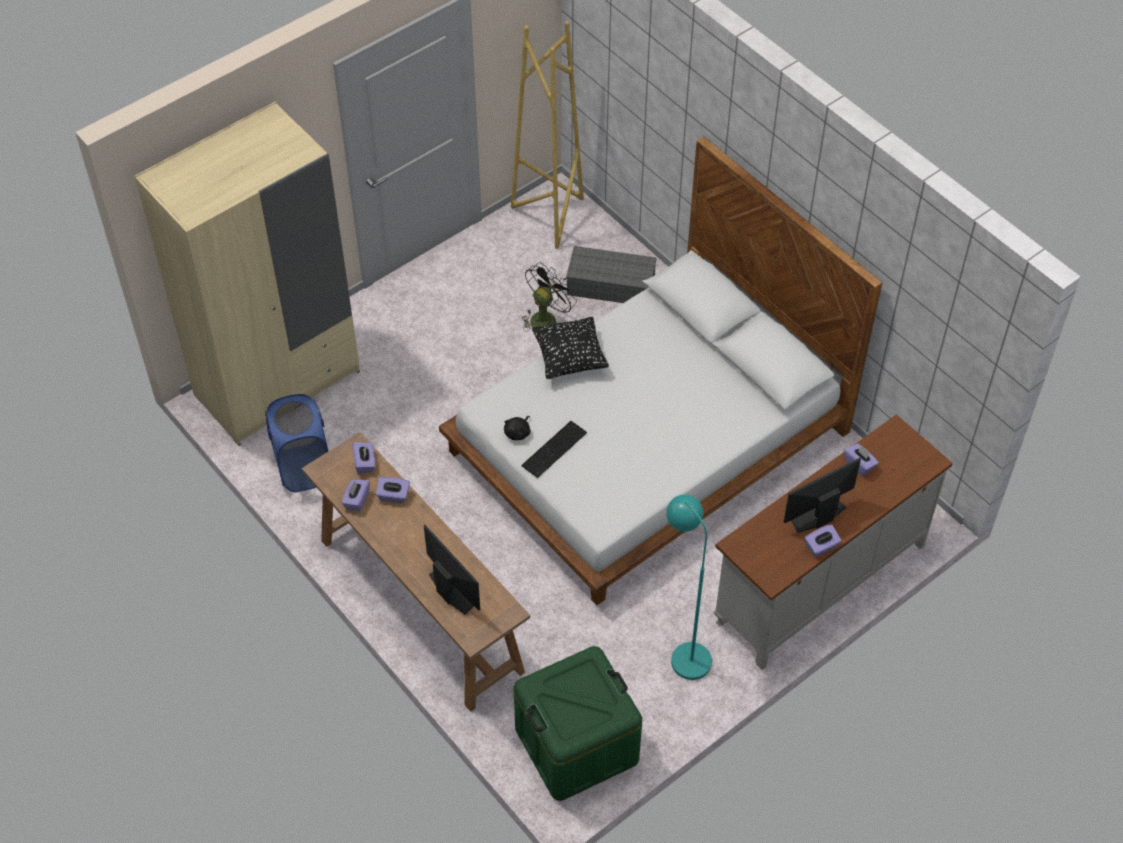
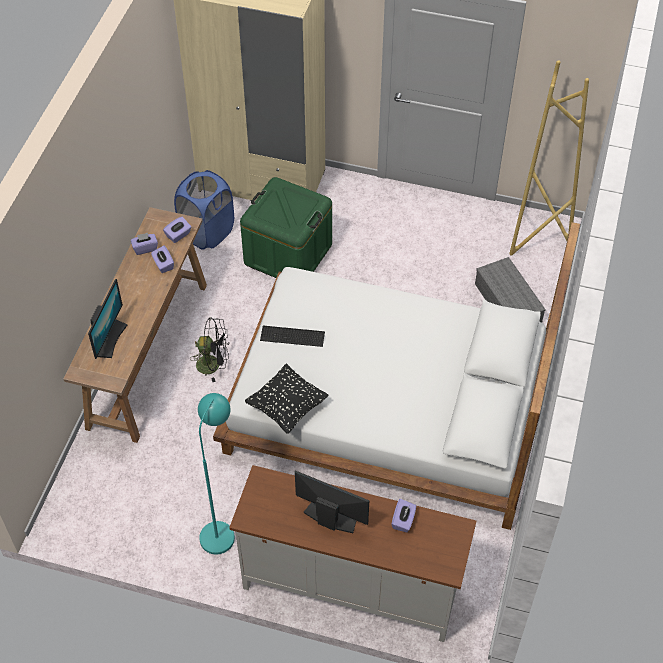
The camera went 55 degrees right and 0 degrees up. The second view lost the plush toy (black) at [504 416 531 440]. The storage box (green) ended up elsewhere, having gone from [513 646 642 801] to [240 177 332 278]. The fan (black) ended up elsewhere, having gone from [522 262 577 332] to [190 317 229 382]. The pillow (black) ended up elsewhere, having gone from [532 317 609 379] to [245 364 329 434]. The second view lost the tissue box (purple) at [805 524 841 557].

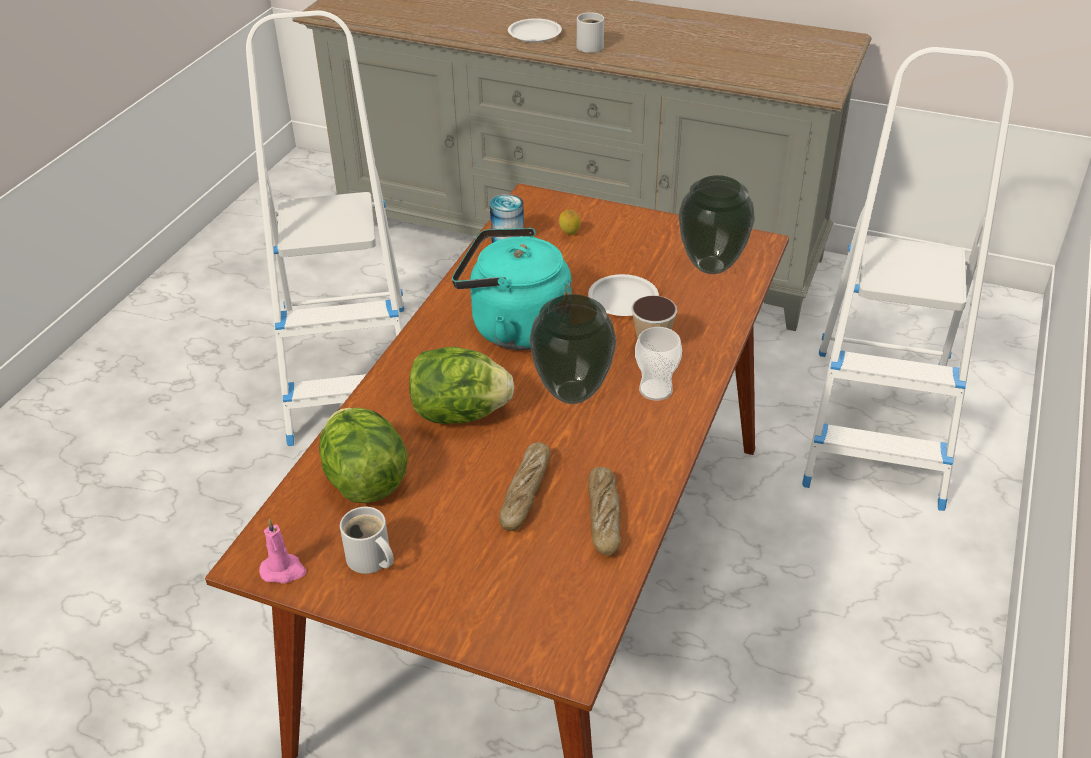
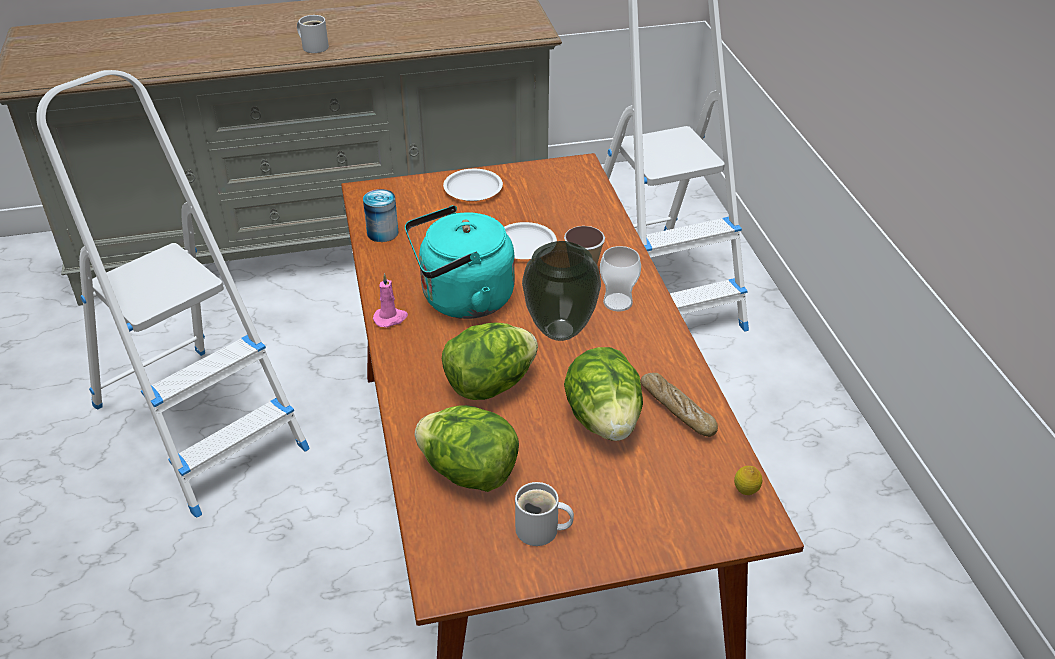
The camera went 35 degrees left and 0 degrees up. The candle (pink) ended up elsewhere, having gone from [259 519 306 584] to [373 273 408 327]. Where the bread stood at [499 442 551 531], the lettuce came to stand at [564 347 643 441]. The plate (white) ended up elsewhere, having gone from [508 18 562 42] to [443 169 503 201]. The lemon ended up elsewhere, having gone from [559 210 580 235] to [734 466 762 495]. The second view lost the vase at [678 175 755 274].

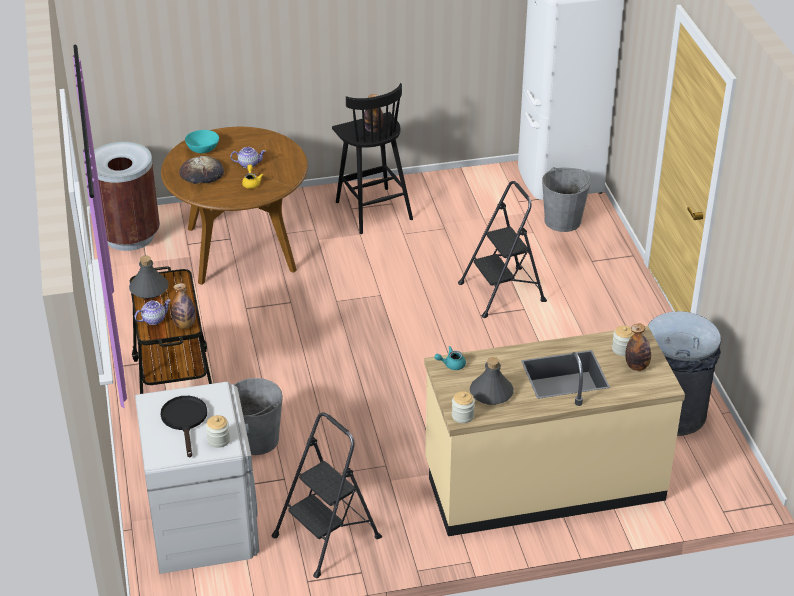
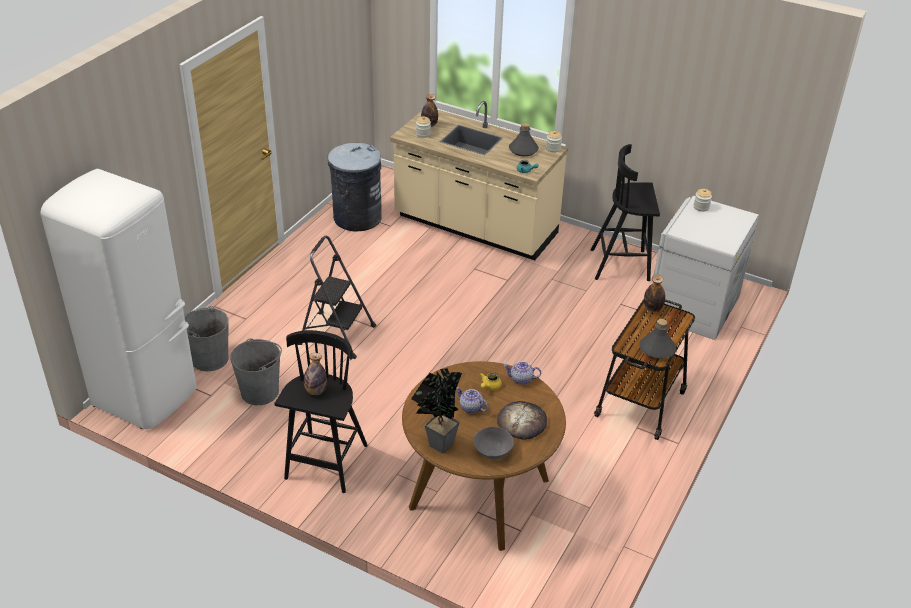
The camera went 140 degrees left and 0 degrees up. The second view lost the trash can (brown) at [94 142 160 251]. The teapot ended up elsewhere, having gone from [135 299 171 325] to [503 361 541 385]. The second view lost the frying pan (black) at [161 396 207 457]. What was the bowl (turquoise) at [185 130 219 153] turned into the bowl (grey) at [473 427 514 460]. The bucket (grey) ended up elsewhere, having gone from [234 378 283 455] to [230 339 282 405]. Where the step ladder (black) stood at [272 413 382 578], the stool (black) came to stand at [591 144 660 281]. The second view gained the potted plant at [411 368 462 453].

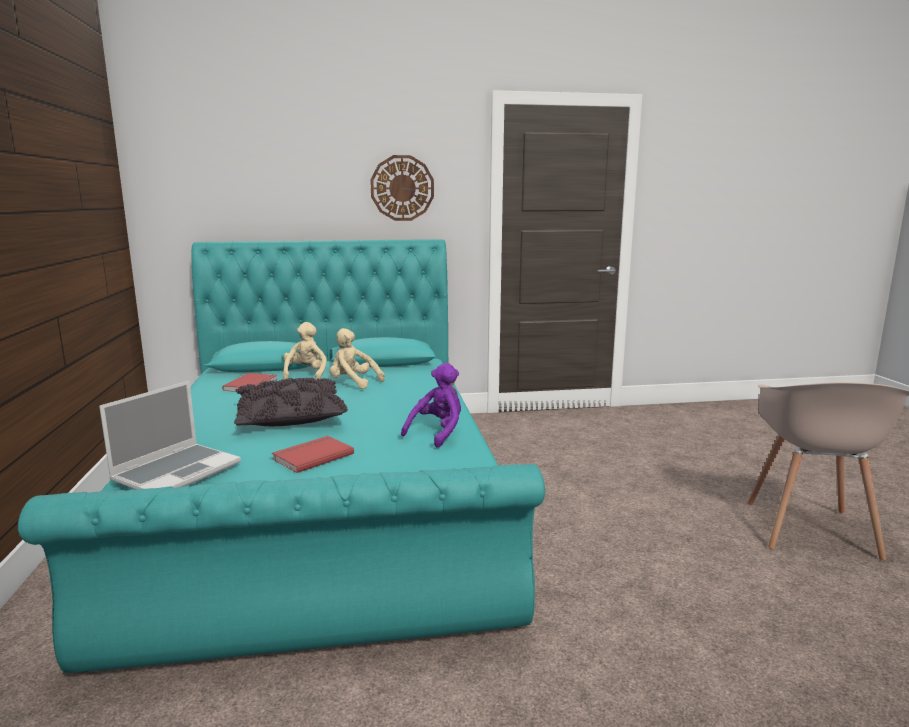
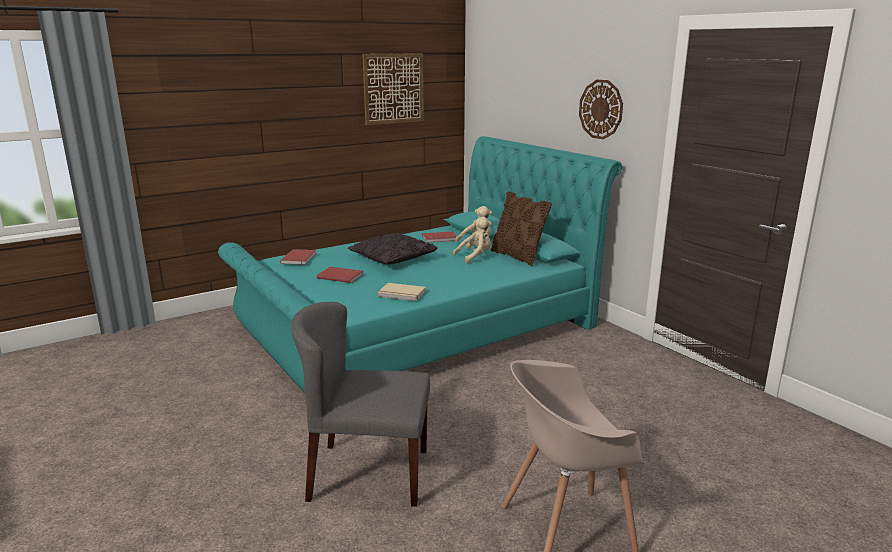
The camera went 65 degrees right and 5 degrees up. Where the laptop stood at [99 381 241 489], the book (red) came to stand at [280 249 316 265]. The plush toy (beige) at [329 328 385 389] ended up facing another way, 60 degrees clockwise from before. Where the plush toy (purple) stood at [401 363 461 448], the book (beige) came to stand at [377 283 426 301]. The second view gained the chair (grey) at [291 302 430 507]. The second view gained the picture at [362 51 424 125]. The second view gained the pillow (brown) at [491 191 552 266].

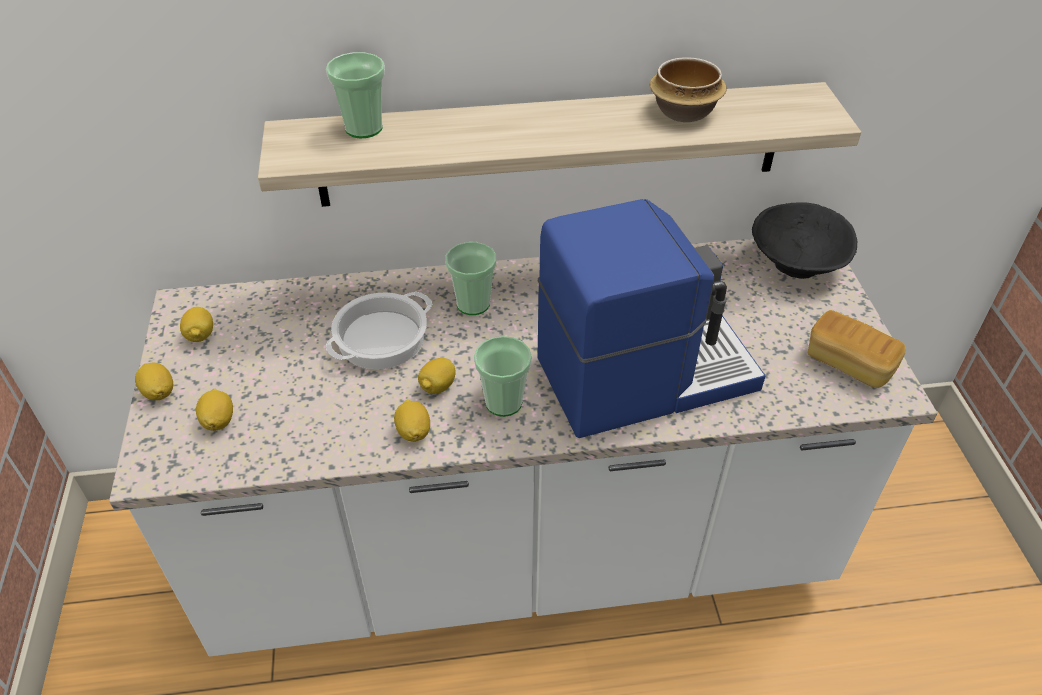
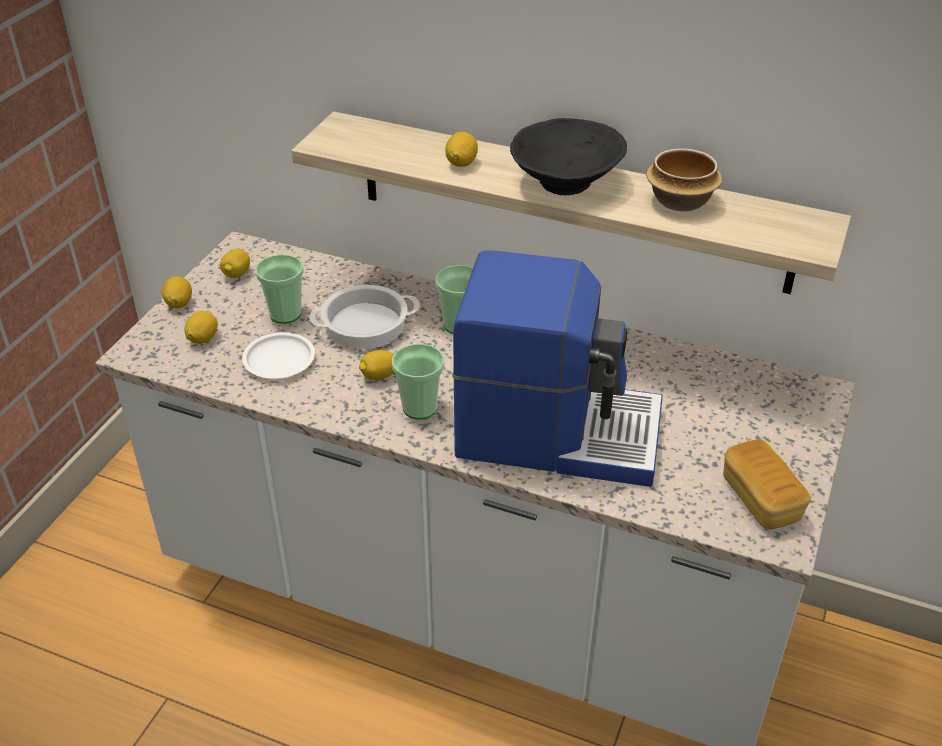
The camera went 30 degrees right and 5 degrees down. The cup ended up elsewhere, having gone from [326 52 385 138] to [255 254 304 324]. The lemon ended up elsewhere, having gone from [394 400 430 442] to [445 132 478 167]. The bowl (black) ended up elsewhere, having gone from [752 202 857 279] to [510 118 627 195]. The second view gained the plate (white) at [242 333 315 379].

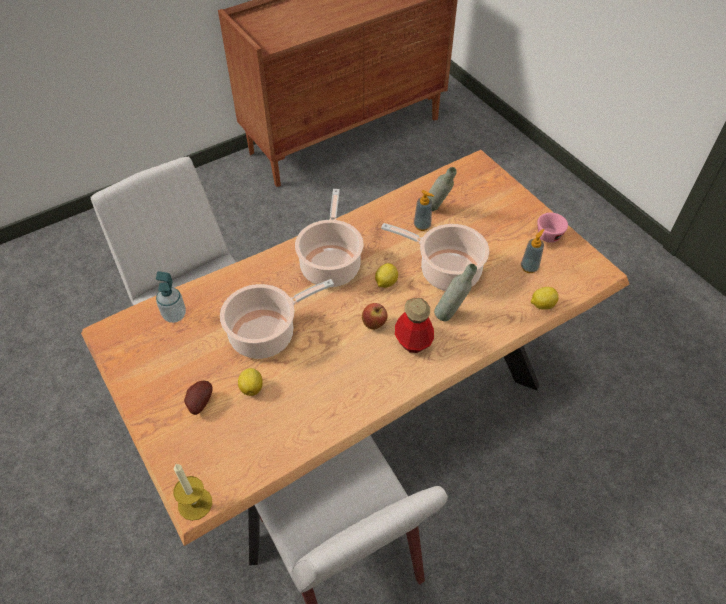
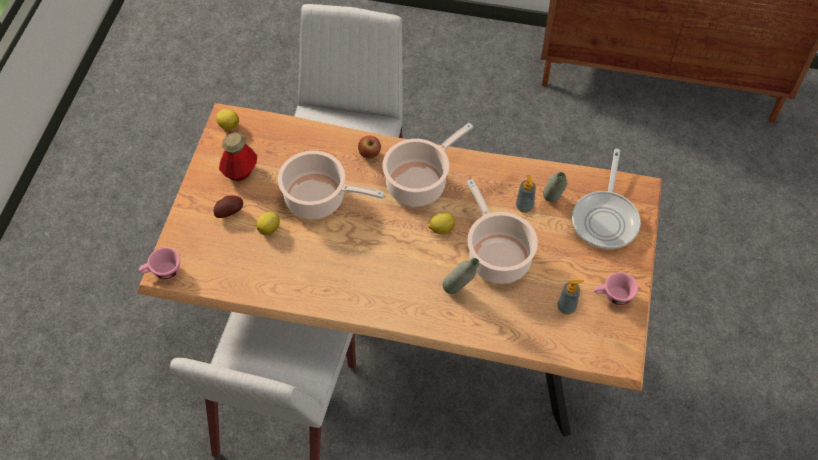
The camera went 45 degrees right and 5 degrees up. The second view lost the soap dispenser at [156 271 186 323]. Where the candle stood at [174 464 212 521], the cup (pink) came to stand at [139 247 180 280]. The apple ended up elsewhere, having gone from [362 303 388 330] to [358 136 381 158]. The bottle ended up elsewhere, having gone from [395 298 434 353] to [219 132 257 181]. The lemon ended up elsewhere, having gone from [531 287 559 310] to [216 109 239 130]. The second view gained the frying pan at [572 149 641 249].

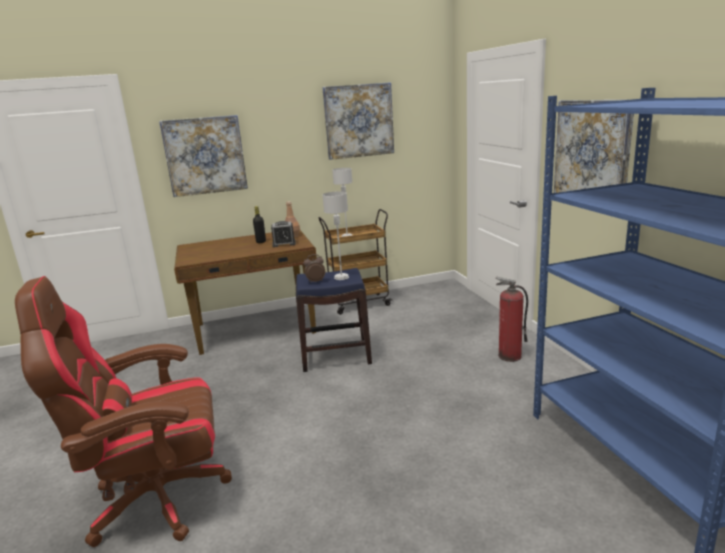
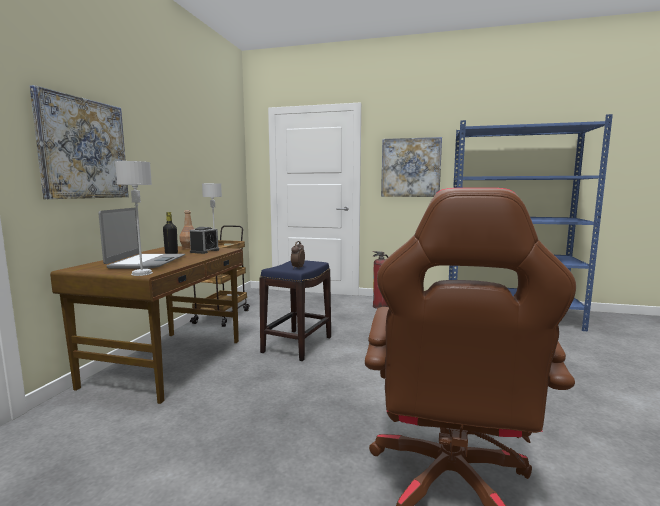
The camera went 60 degrees left and 10 degrees down. The second view lost the picture at [322 82 394 160]. The table lamp (grey) ended up elsewhere, having gone from [322 191 349 280] to [115 161 153 276]. The second view gained the laptop at [98 207 185 269].

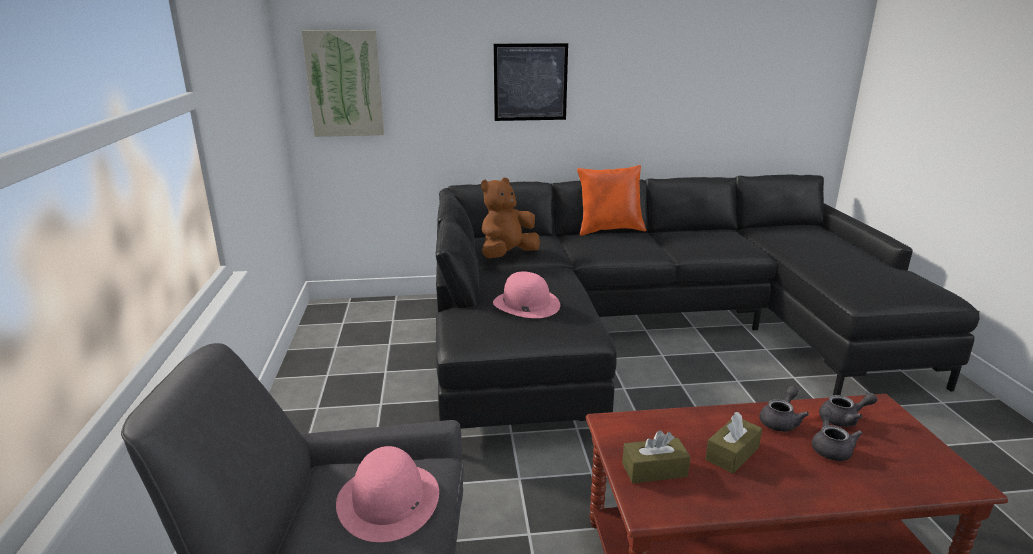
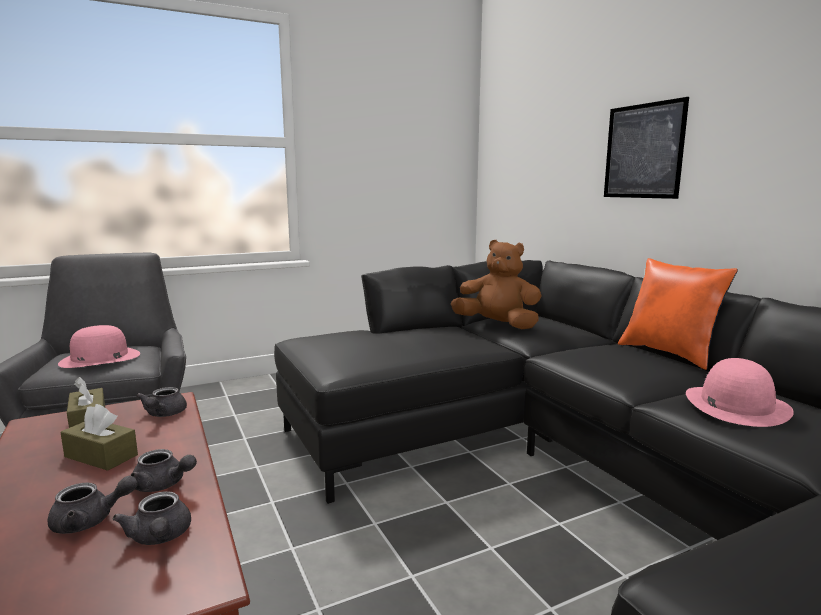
The camera went 70 degrees right and 10 degrees down. The second view lost the picture at [302 30 384 137]. The hat (pink) ended up elsewhere, having gone from [493 272 560 318] to [686 358 794 427]. The second view gained the teapot (grey) at [136 387 187 417].

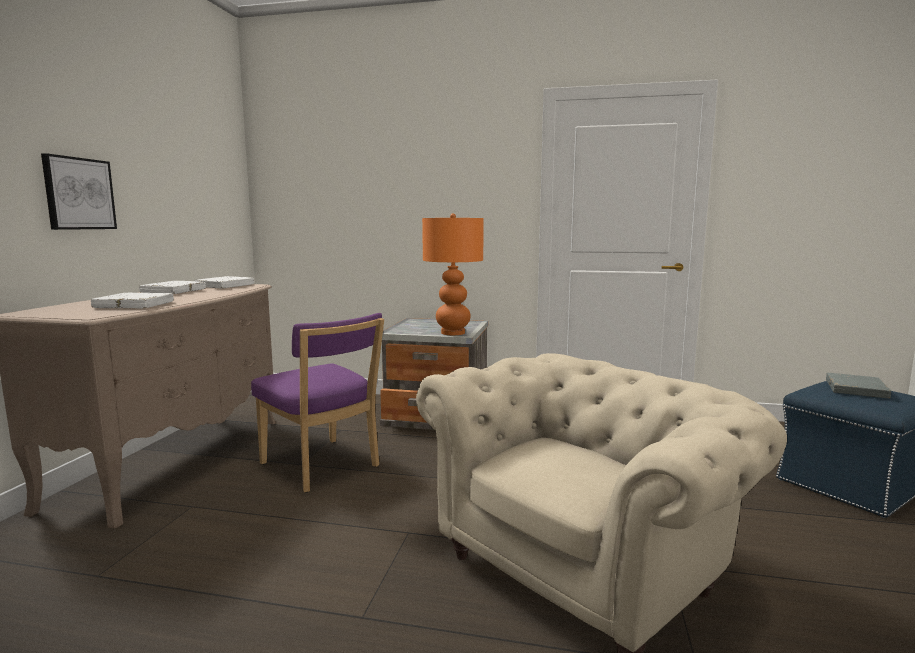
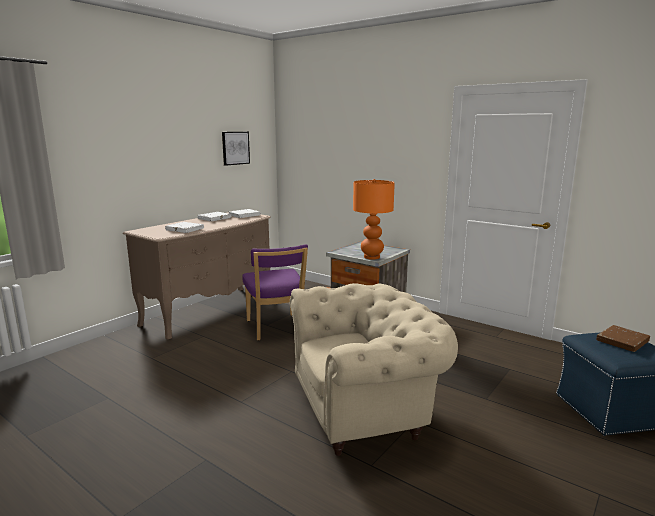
The camera went 25 degrees right and 5 degrees up. The picture ended up elsewhere, having gone from [41 153 117 230] to [222 132 250 166]. What was the book (grey) at [826 373 891 398] turned into the book (brown) at [596 325 650 352].

